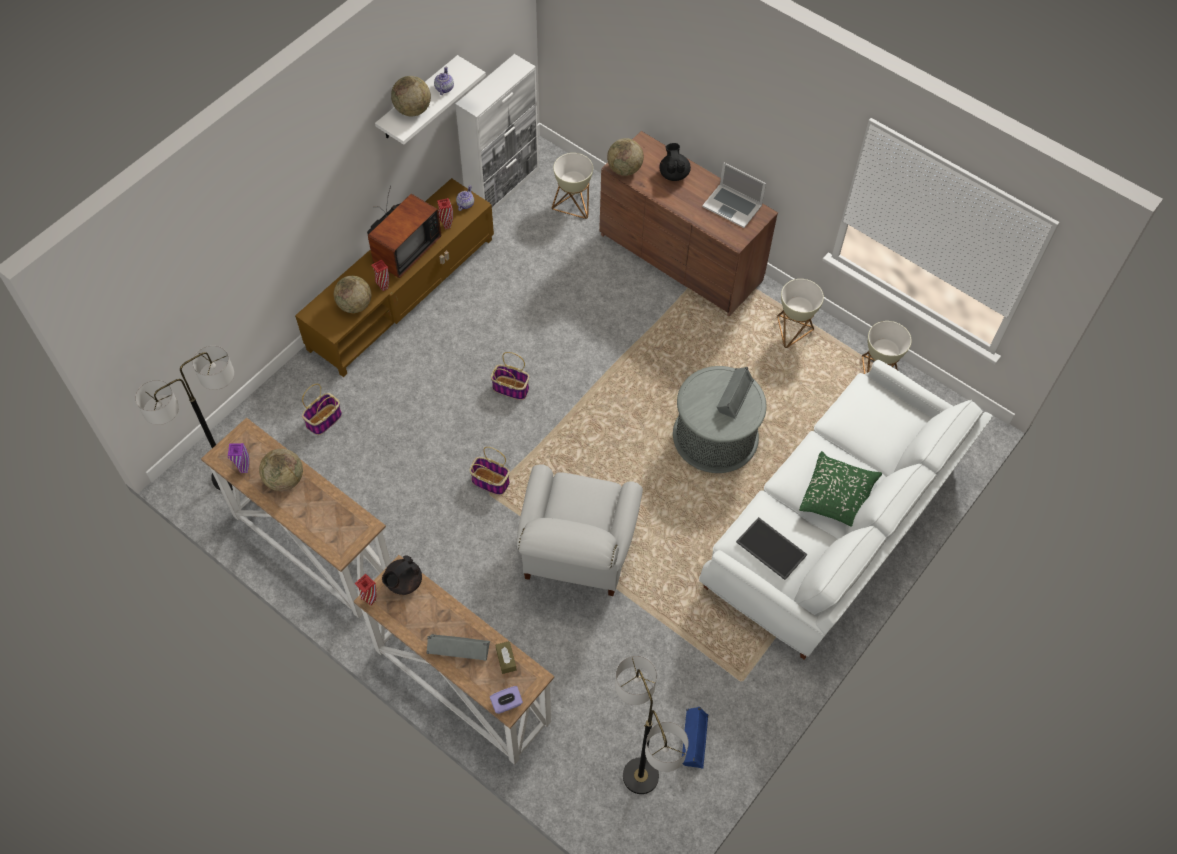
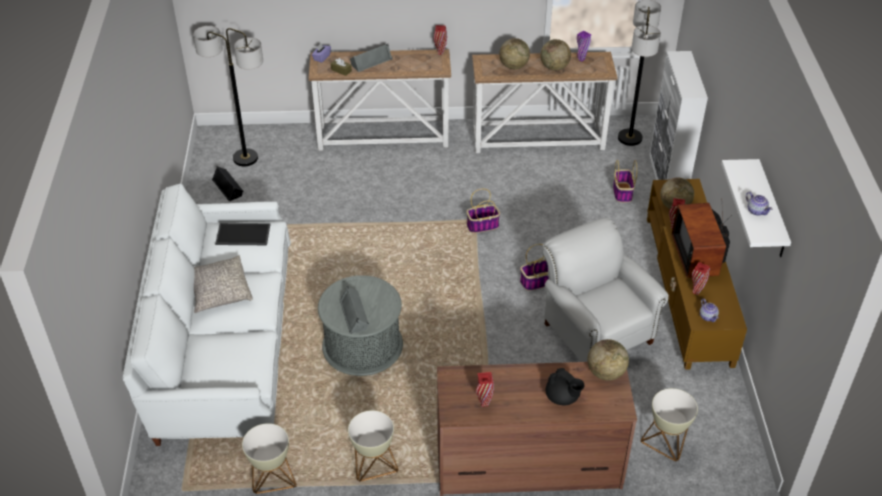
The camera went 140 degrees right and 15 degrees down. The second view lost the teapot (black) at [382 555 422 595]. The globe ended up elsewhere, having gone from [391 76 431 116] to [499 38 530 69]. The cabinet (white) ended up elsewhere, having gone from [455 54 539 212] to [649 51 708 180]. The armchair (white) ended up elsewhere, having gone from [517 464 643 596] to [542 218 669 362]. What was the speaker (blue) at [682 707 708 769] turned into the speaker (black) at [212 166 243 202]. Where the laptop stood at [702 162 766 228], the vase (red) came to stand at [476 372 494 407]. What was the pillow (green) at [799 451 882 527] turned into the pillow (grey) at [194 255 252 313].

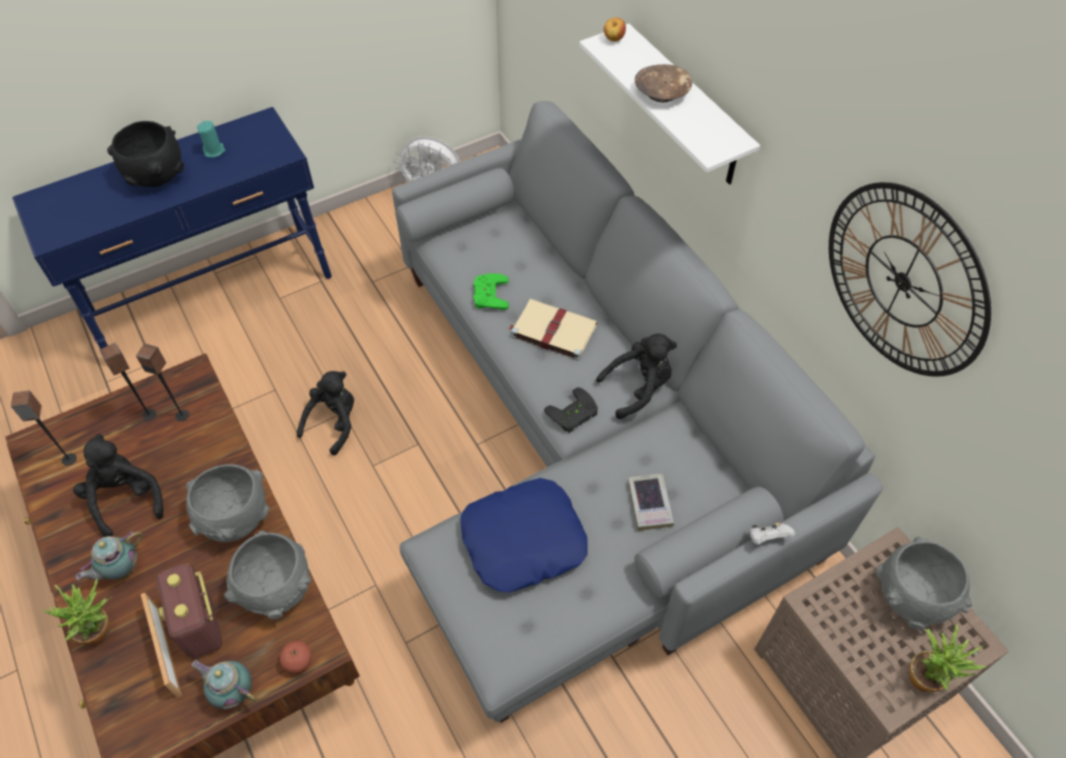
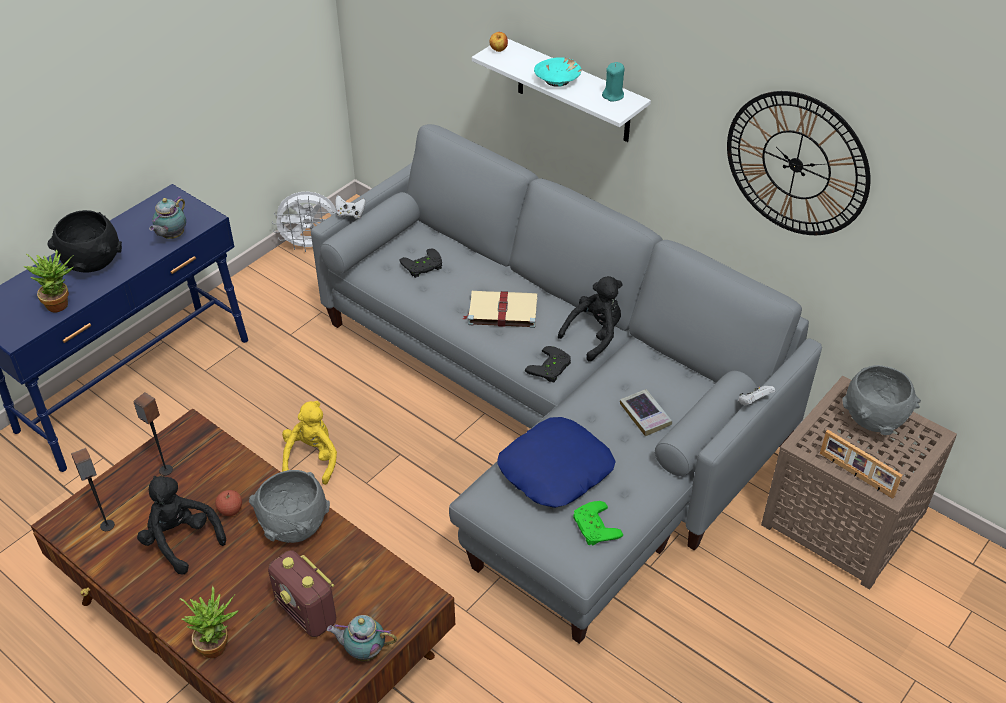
The camera went 20 degrees left and 10 degrees down. The teapot ended up elsewhere, having gone from [76 531 143 580] to [149 197 186 239]. The second view lost the speaker at [136 344 189 421]. The picture frame ended up elsewhere, having gone from [141 593 182 698] to [820 430 903 499]. The candle (turquoise) ended up elsewhere, having gone from [197 121 225 157] to [602 62 624 101]. The second view lost the bowl (grey) at [224 531 311 619]. The apple ended up elsewhere, having gone from [280 641 312 673] to [215 490 242 516]. What was the plush toy (black) at [297 371 354 456] turned into the plush toy (yellow) at [282 401 337 485]. The game controller (green) ended up elsewhere, having gone from [473 273 509 310] to [573 501 623 545]. What was the bowl (brown) at [635 64 692 102] turned into the bowl (turquoise) at [534 57 581 87]. The potted plant ended up elsewhere, having gone from [909 624 986 692] to [24 249 74 312]. The second view gained the game controller (white) at [336 196 366 219]. The second view gained the game controller (black) at [400 248 442 278].

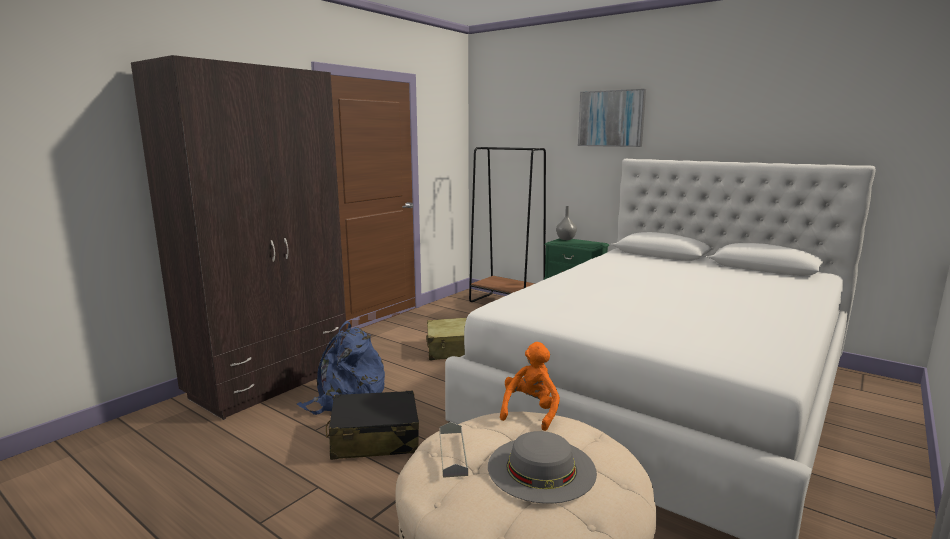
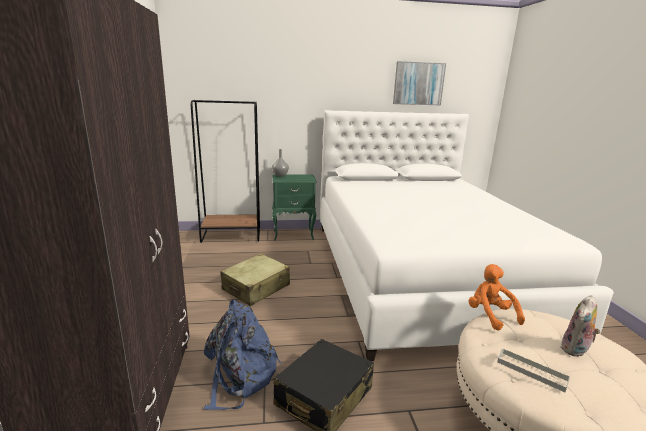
The camera went 45 degrees left and 5 degrees up. Where the hat (grey) stood at [488 431 597 504], the plush toy came to stand at [561 295 600 357]. The picture ended up elsewhere, having gone from [578 89 646 147] to [393 61 446 105].

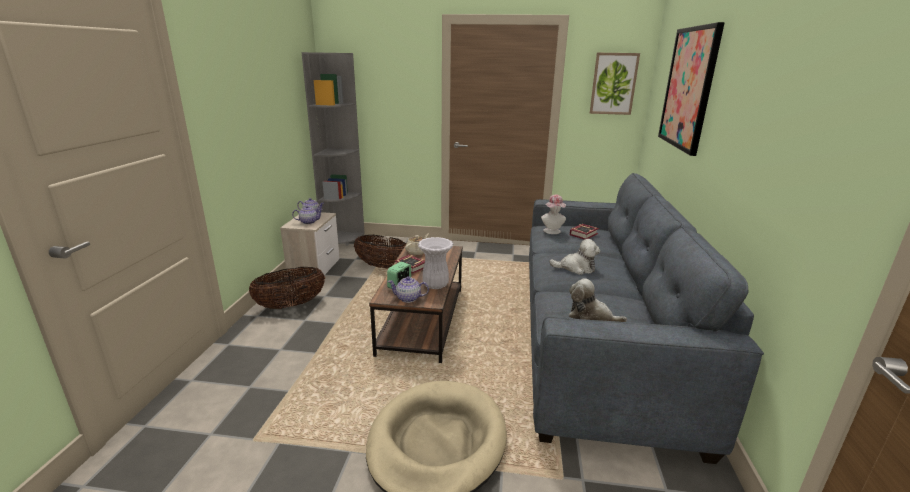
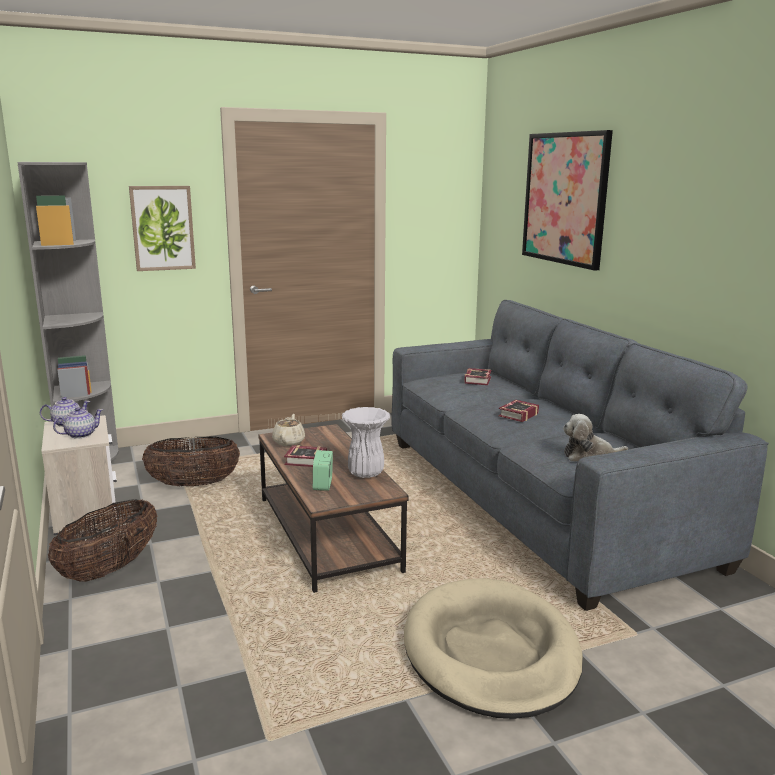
The camera went 30 degrees left and 5 degrees down. The second view lost the teapot at [388 276 429 303]. The second view lost the hat at [541 194 566 234]. Where the plush toy stood at [549 239 600 275], the book came to stand at [498 400 539 422]. The picture ended up elsewhere, having gone from [590 53 640 115] to [129 186 196 271].

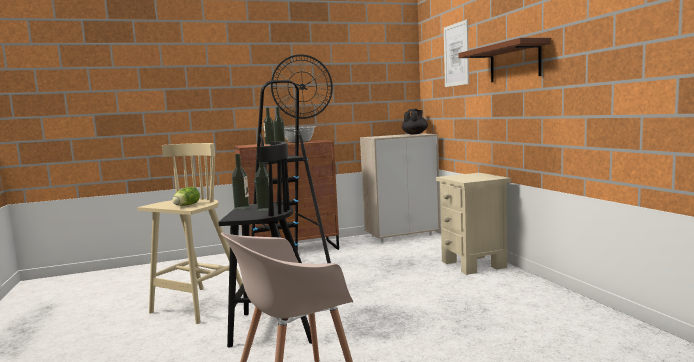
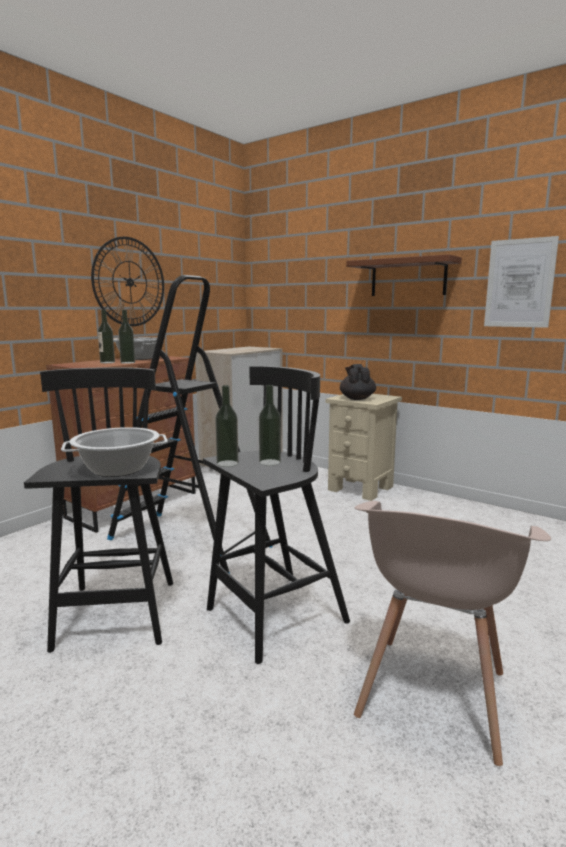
The camera went 35 degrees left and 5 degrees up. What was the stool (beige) at [137 143 244 324] turned into the stool (black) at [24 367 173 653]. Where the lettuce stood at [172 187 200 206], the cooking pot came to stand at [61 427 168 477]. The teapot (black) ended up elsewhere, having gone from [402 109 428 135] to [340 364 376 400]. The picture ended up elsewhere, having gone from [444 19 469 87] to [484 236 559 328].

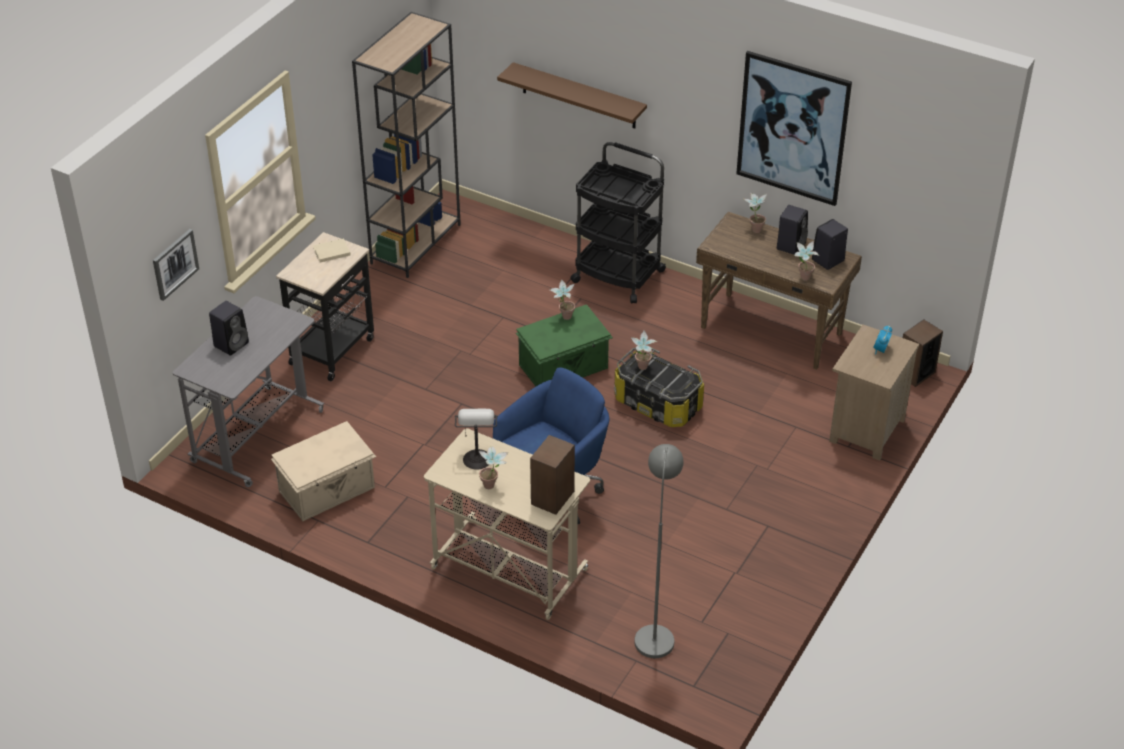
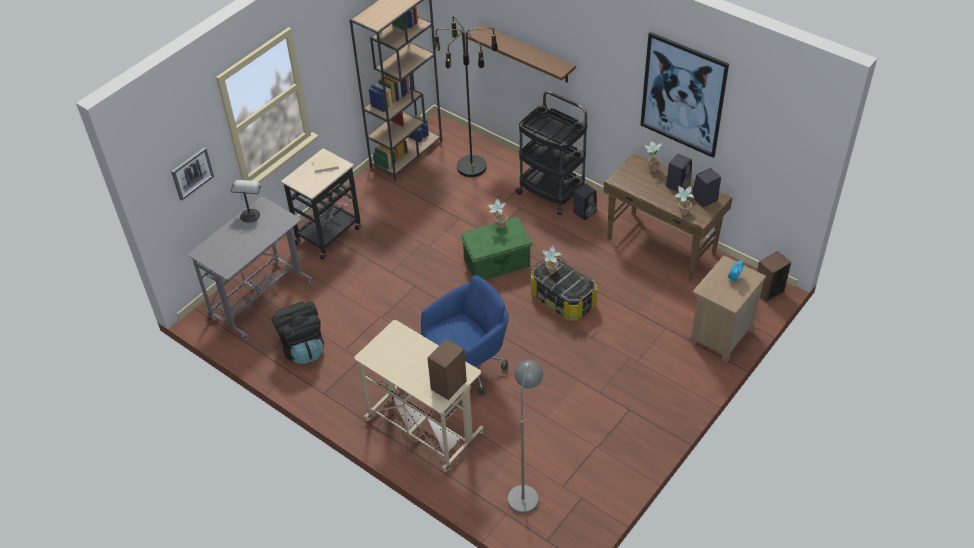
The camera went 10 degrees right and 5 degrees up. The speaker (black) ended up elsewhere, having gone from [209 301 249 355] to [573 184 597 220]. Where the storage box (beige) stood at [271 421 376 521], the backpack (black) came to stand at [272 302 324 364]. The table lamp ended up elsewhere, having gone from [455 409 498 470] to [230 180 261 223]. The second view lost the potted plant at [479 446 508 489]. The second view gained the floor lamp at [434 16 498 177].

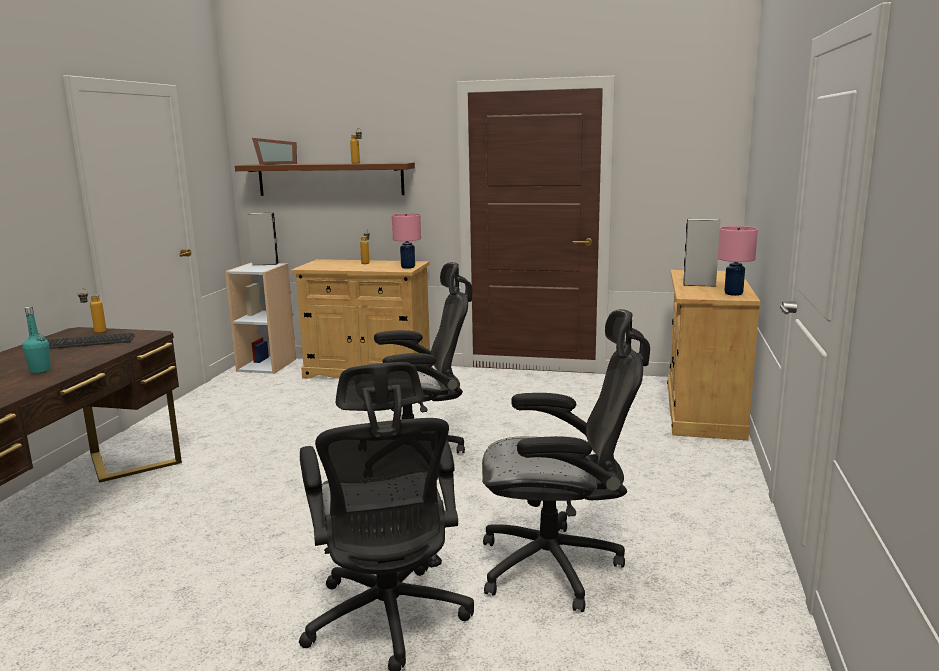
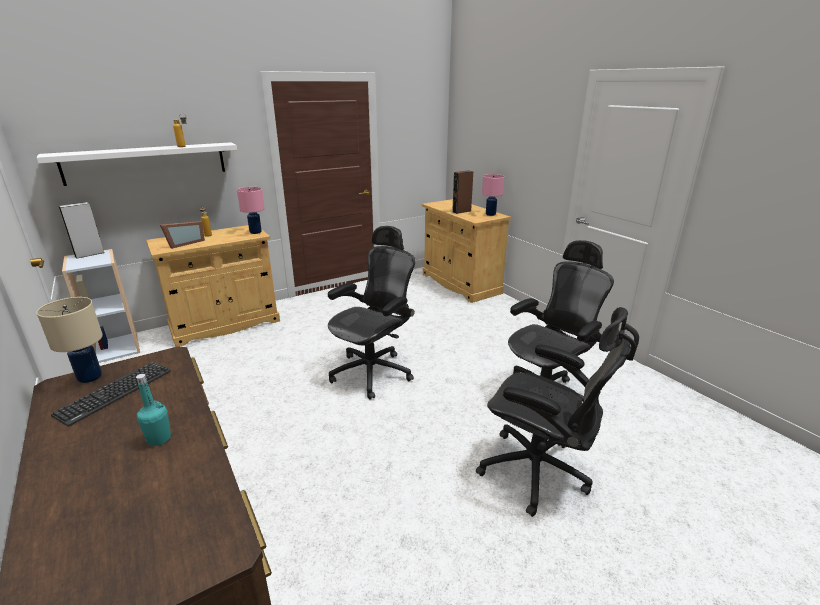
The camera went 45 degrees left and 10 degrees up. Where the bottle stood at [77 288 107 333], the table lamp (beige) came to stand at [36 297 103 383]. What was the shelf (brown) at [235 162 415 196] turned into the shelf (white) at [36 142 237 186]. The picture frame ended up elsewhere, having gone from [252 138 297 165] to [160 221 205 249]. What was the speaker (grey) at [683 219 721 287] turned into the speaker (brown) at [452 170 473 214].

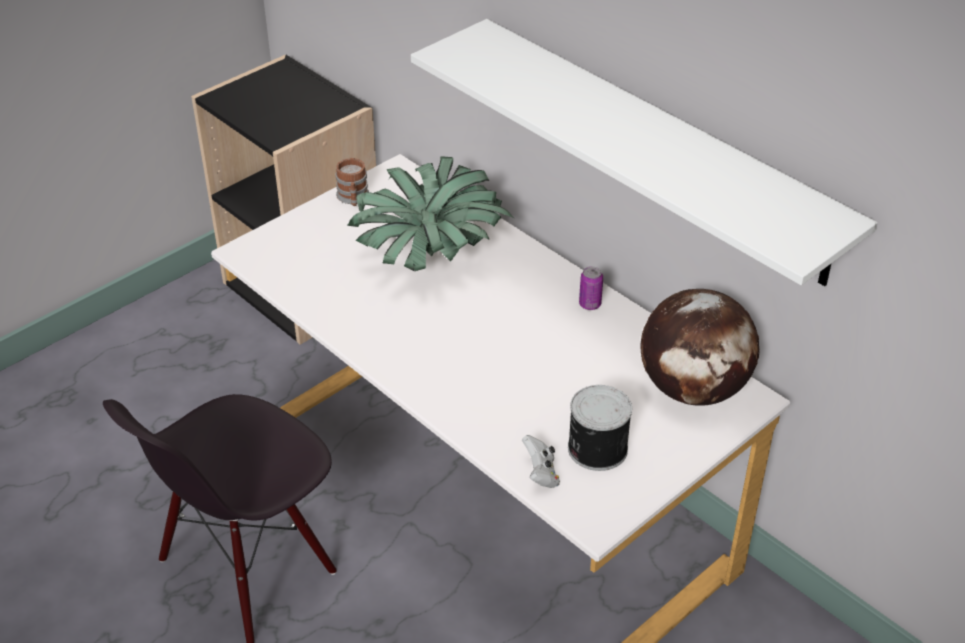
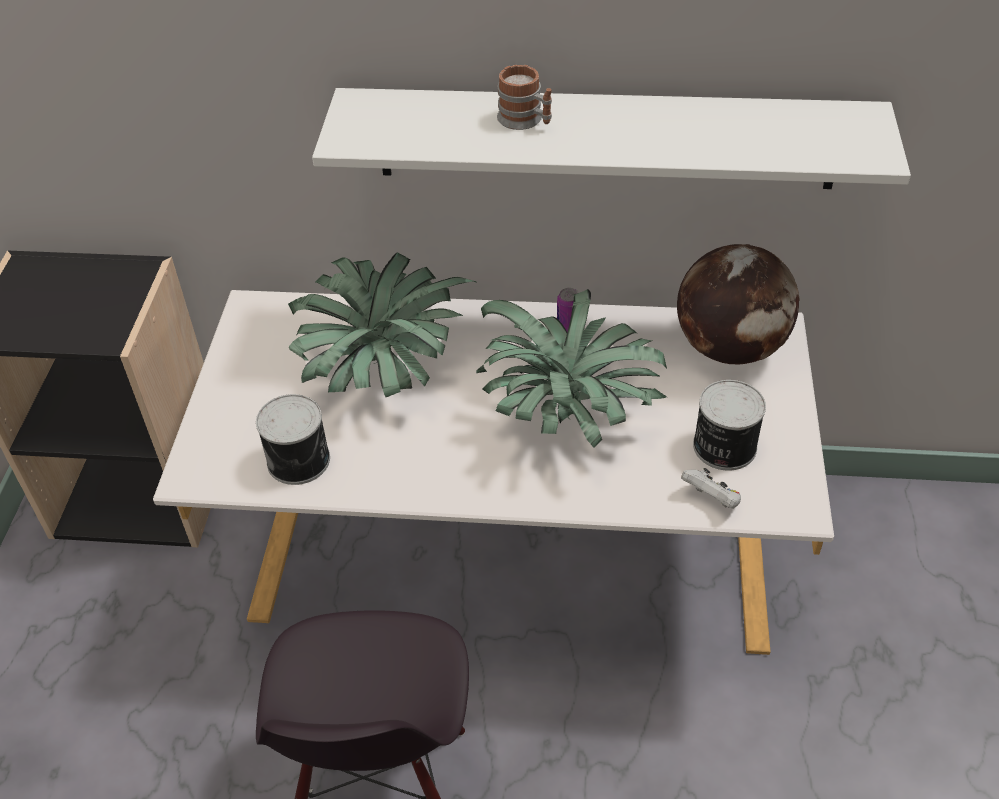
The camera went 40 degrees left and 5 degrees up. The mug ended up elsewhere, having gone from [336 158 369 206] to [497 65 552 130]. The second view gained the can at [256 394 330 485]. The second view gained the potted plant at [476 289 667 448].

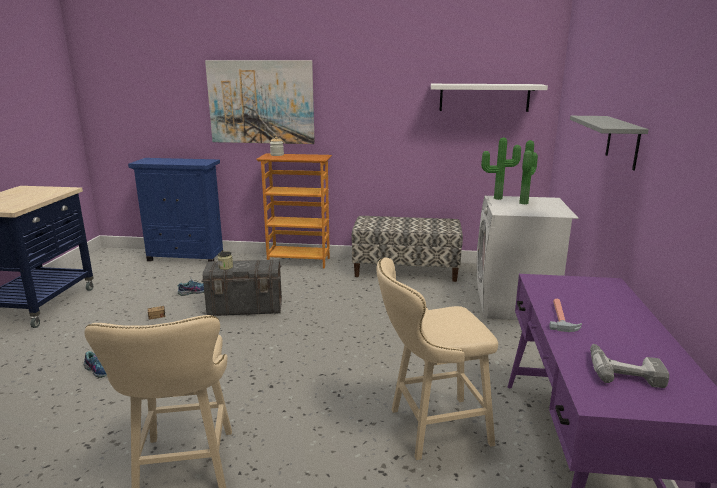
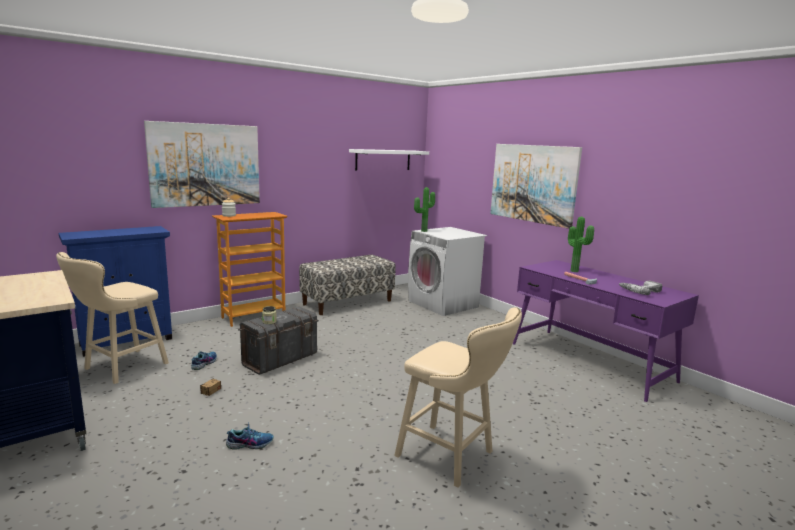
The camera went 45 degrees left and 5 degrees down. The stool (beige) ended up elsewhere, having gone from [376 257 498 460] to [56 252 169 384]. The potted plant ended up elsewhere, having gone from [519 140 538 204] to [568 217 594 272]. Where the shelf (grey) hung at [570 116 649 171], the picture came to hang at [490 144 582 229].

